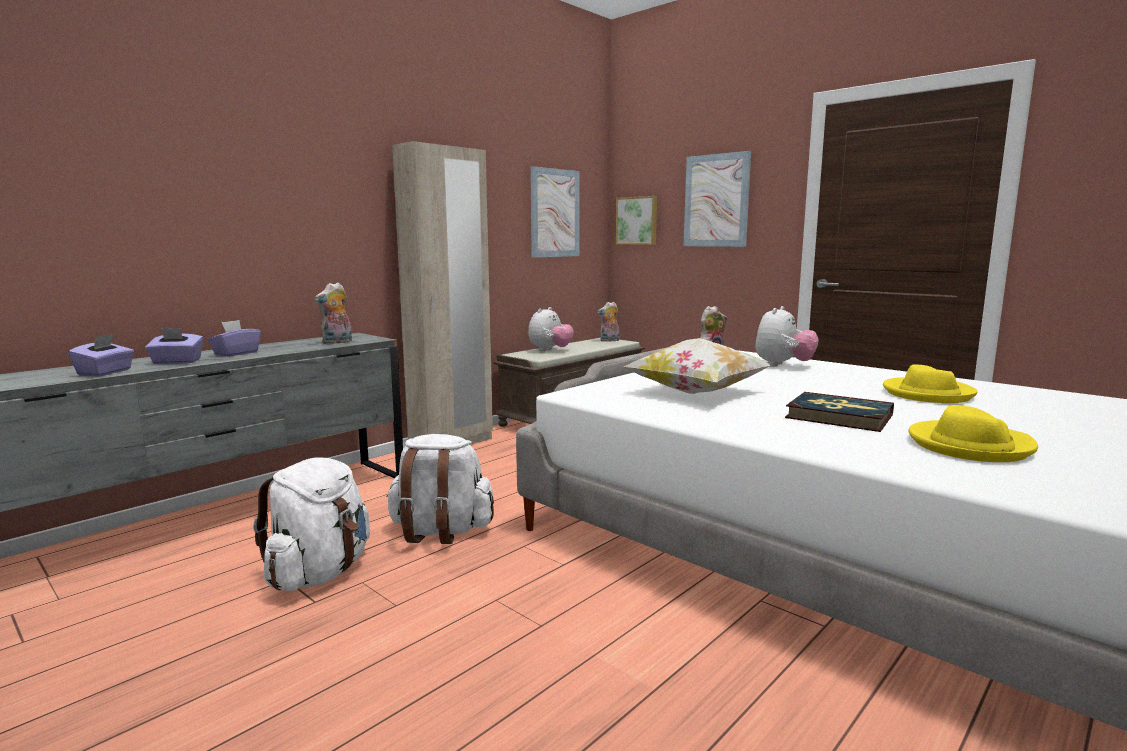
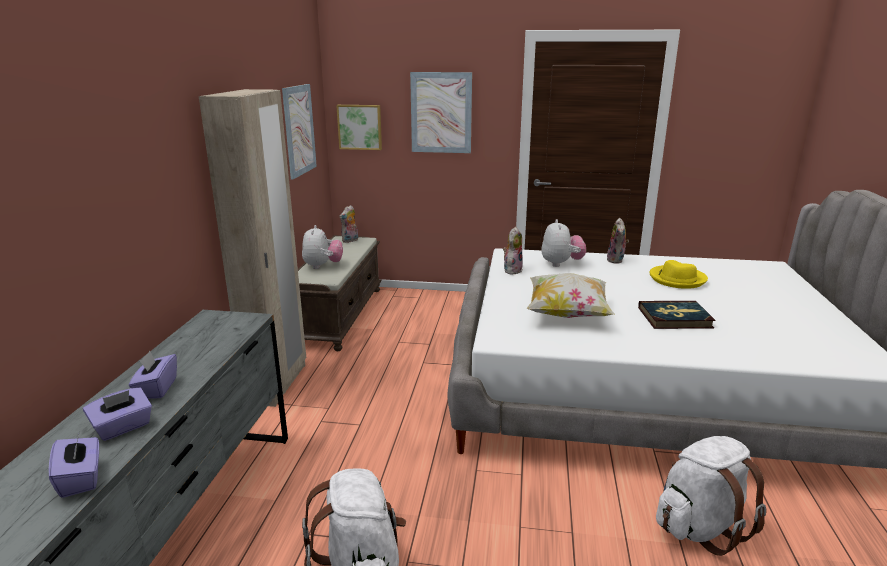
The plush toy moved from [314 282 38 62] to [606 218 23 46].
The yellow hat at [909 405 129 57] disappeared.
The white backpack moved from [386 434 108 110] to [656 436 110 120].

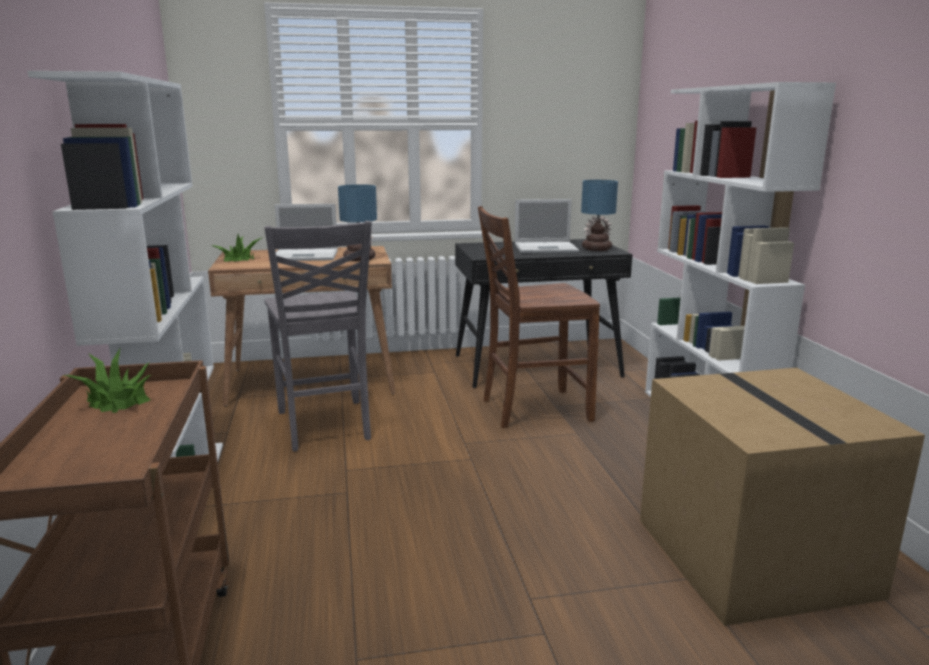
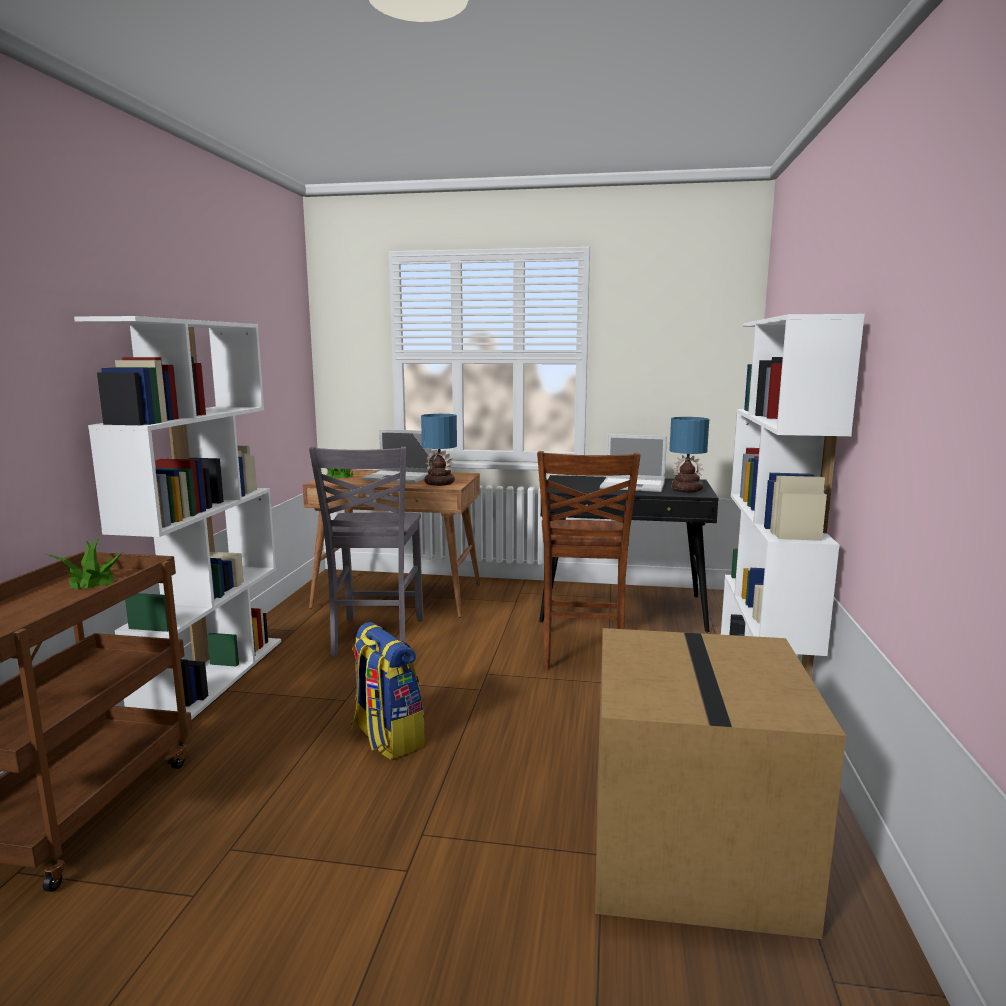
The brown chair at [478 206 122 222] turned 90 degrees counterclockwise.
The backpack at [351 622 74 137] appeared.

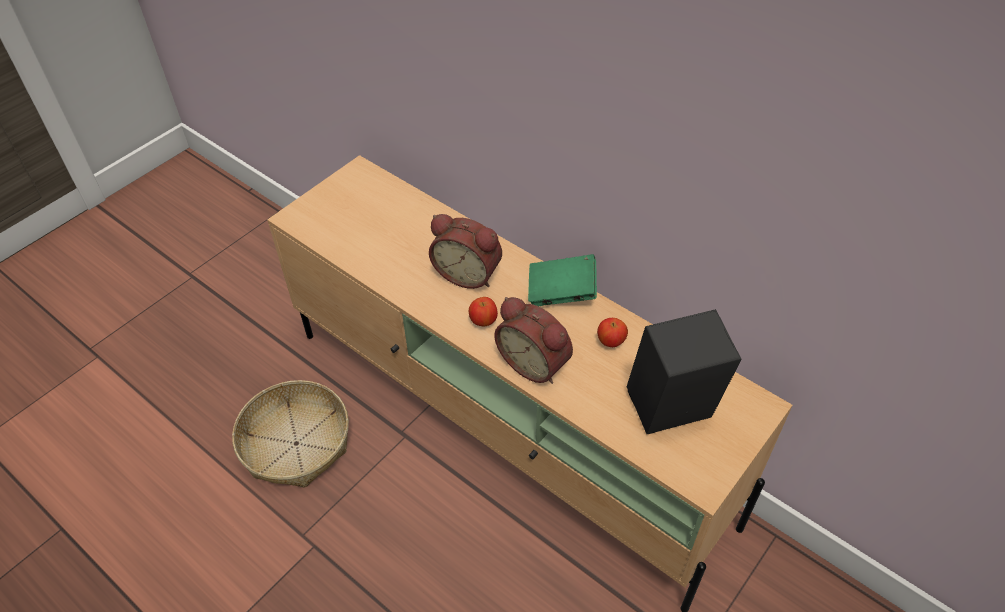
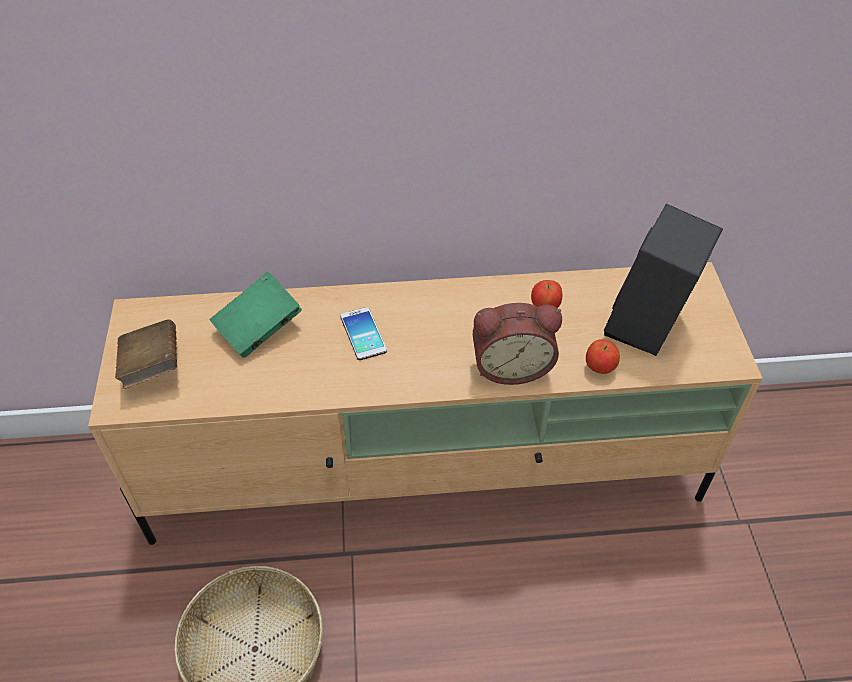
The alarm clock at [429 214 73 75] was replaced by the phone at [340 307 47 53].
The green book moved from [528 254 69 52] to [209 272 93 86].
The apple moved from [469 297 29 29] to [586 339 34 35].
The brown book at [115 319 62 70] appeared.

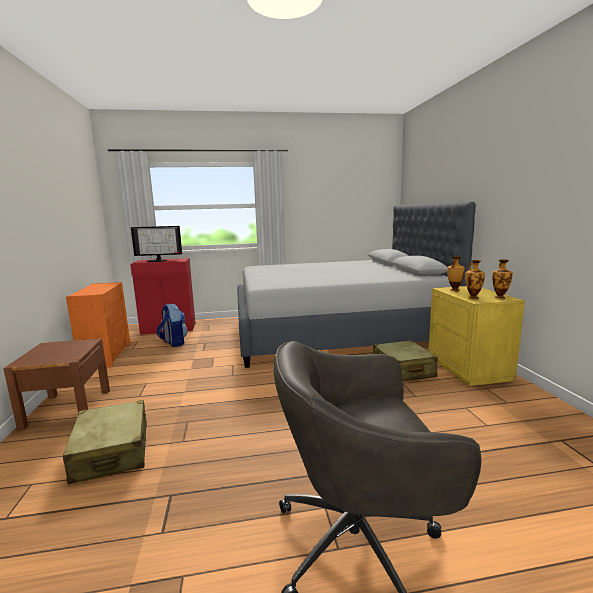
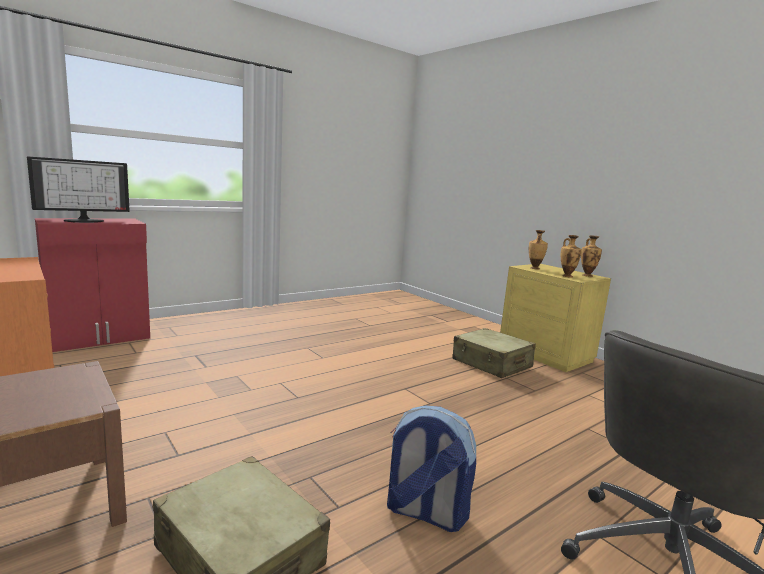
The grey bed at [237 202 239 166] disappeared.
The backpack moved from [156 303 32 44] to [387 406 89 126].

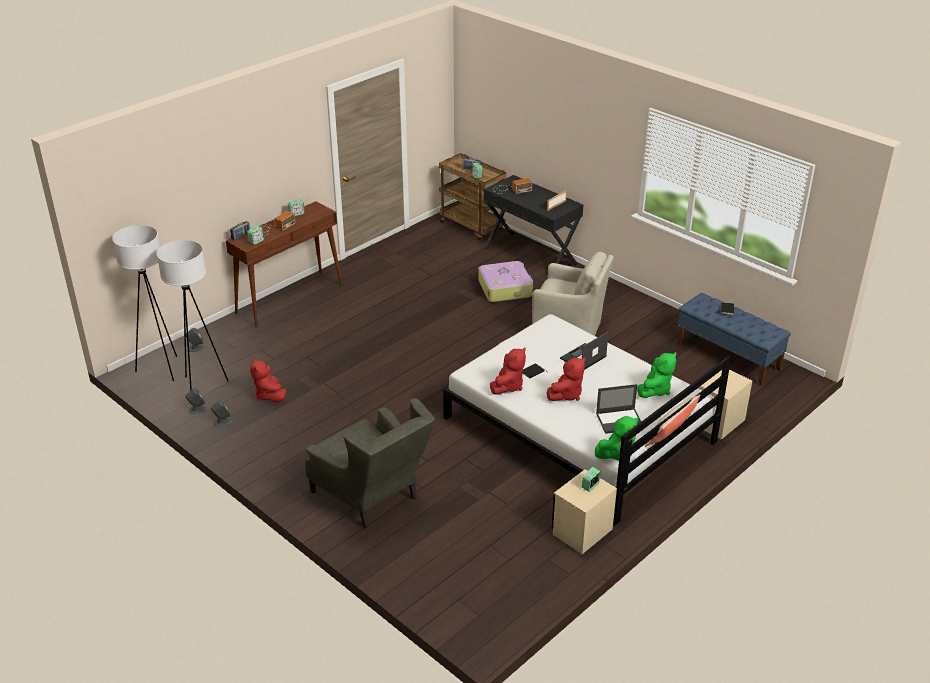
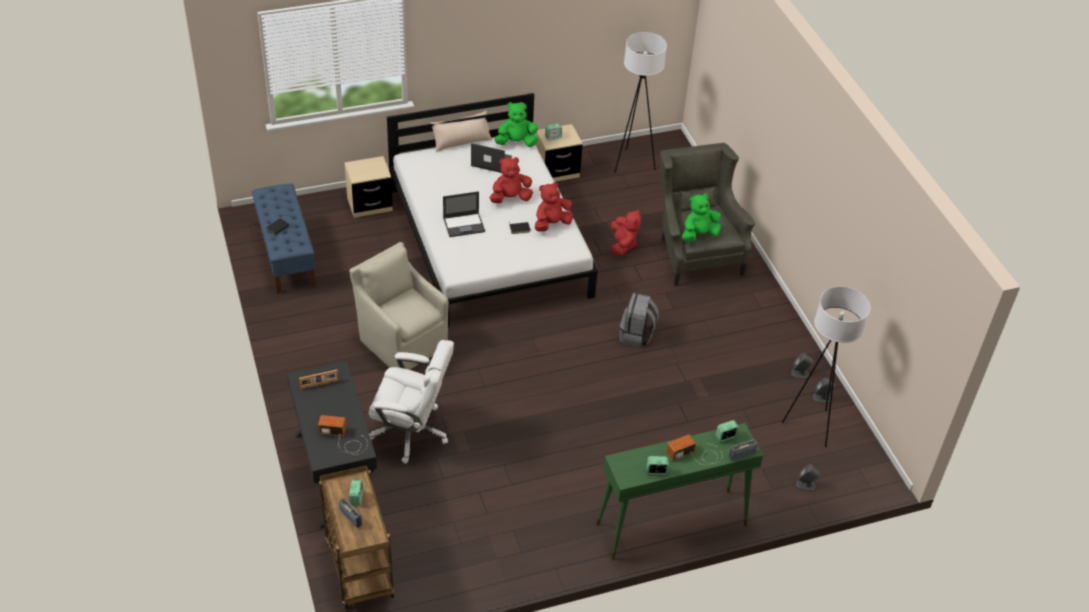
The brown console table at [226 201 116 127] became the green console table at [597 423 166 137].
The white floor lamp moved from [112 225 65 156] to [614 32 53 141].
The suitcase at [478 261 55 41] was replaced by the white office chair at [369 340 85 124].
The green plush toy moved from [637 352 39 46] to [682 193 39 49].
The red plush toy moved from [250 358 37 44] to [611 209 30 47].
The grey backpack at [620 293 39 54] appeared.

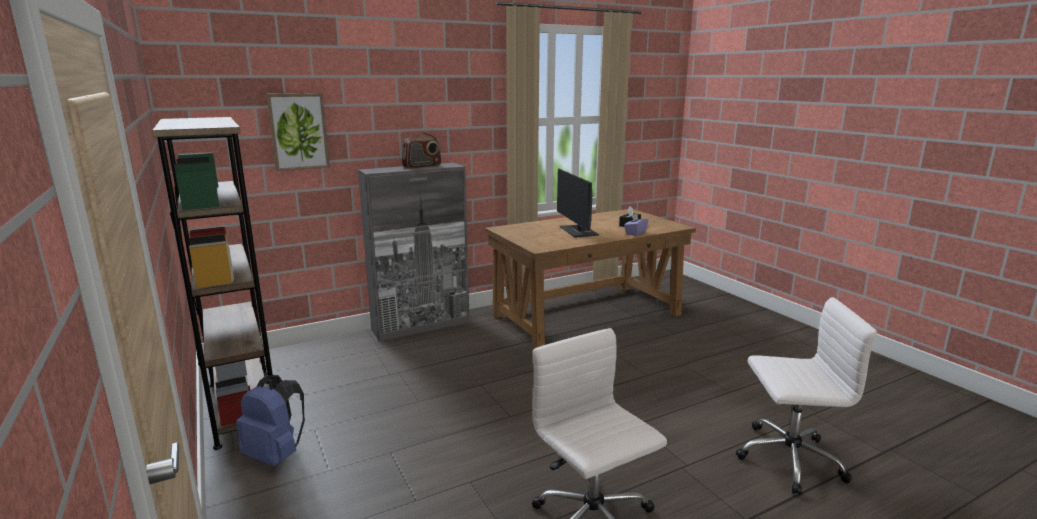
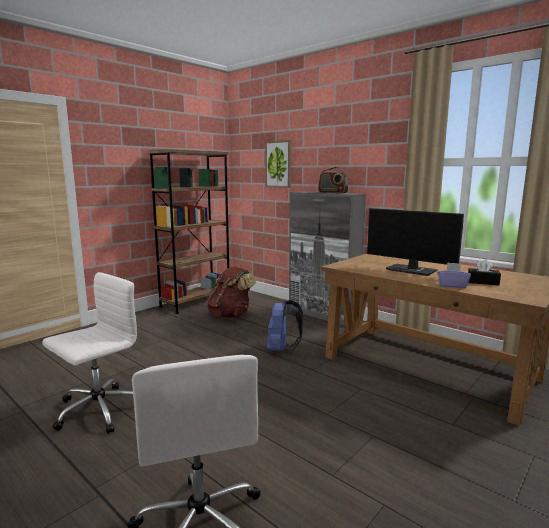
The monitor at [557 168 42 70] turned 105 degrees counterclockwise.
The blue backpack moved from [236 375 69 91] to [267 300 36 52].
The brown backpack at [206 267 50 51] appeared.

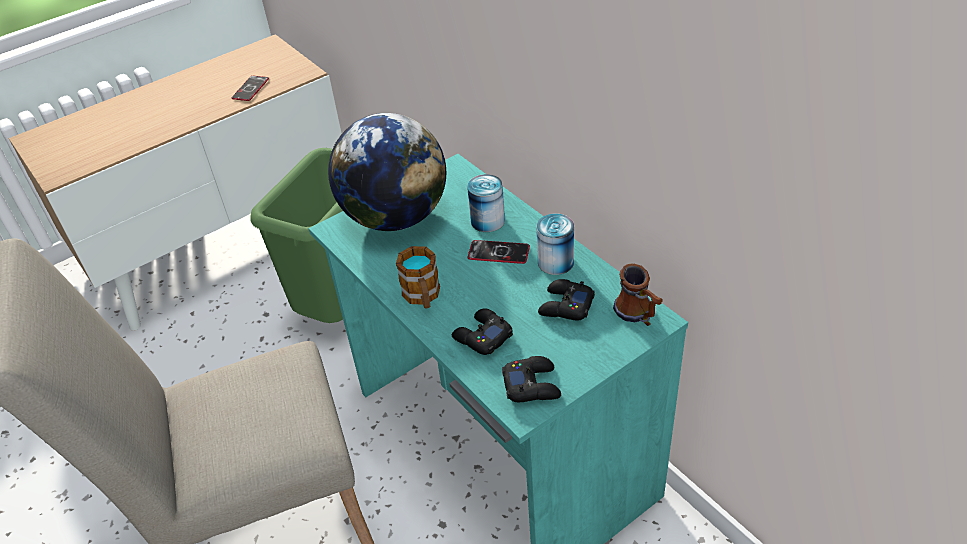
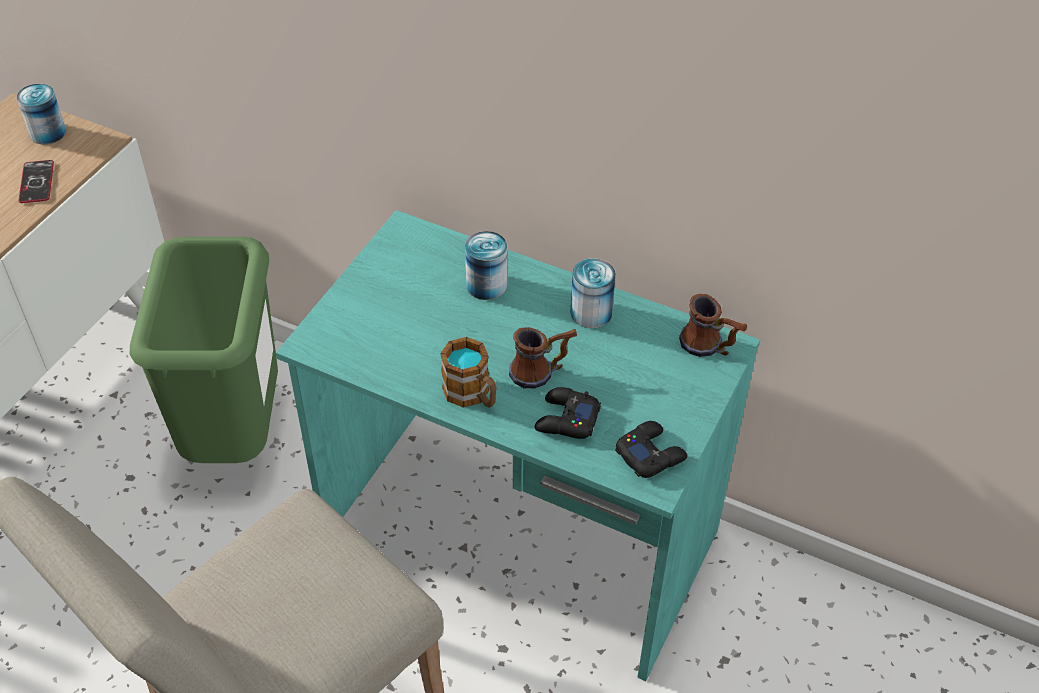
The globe at [328 113 118 118] disappeared.
The phone at [468 240 62 24] disappeared.
The black game controller at [538 279 57 41] disappeared.
The can at [16 84 50 60] appeared.
The mug at [509 327 68 61] appeared.

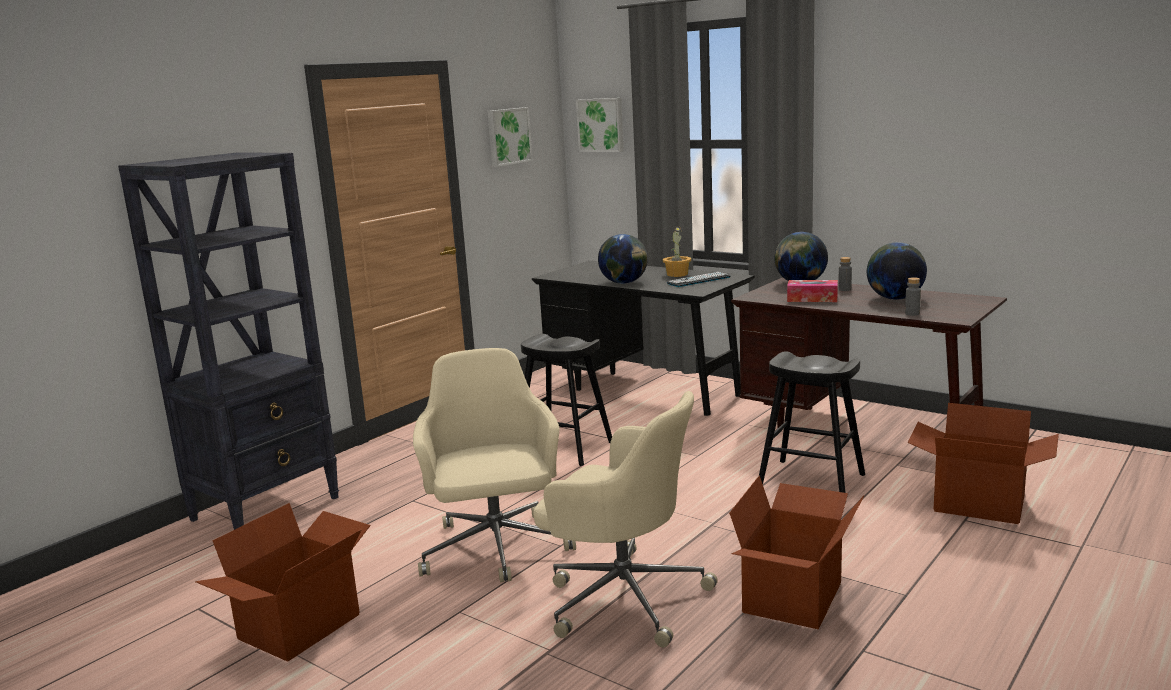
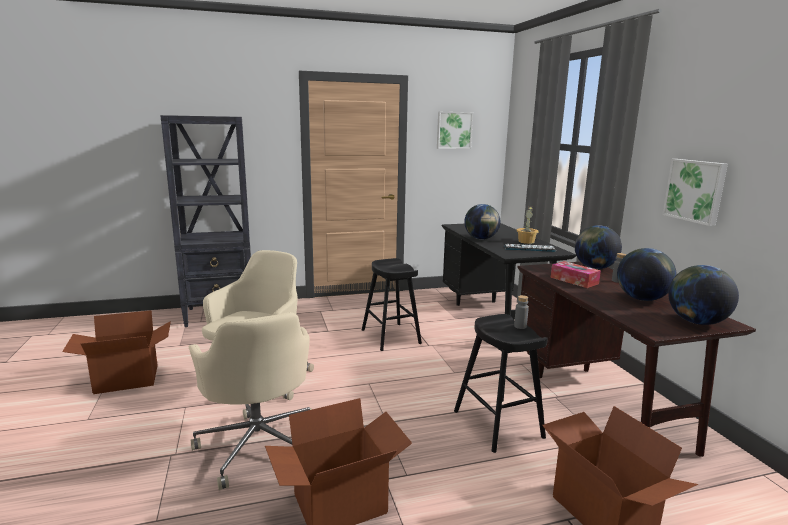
The picture moved from [576 98 48 54] to [662 159 66 67].
The grey bottle moved from [905 277 16 39] to [514 295 15 34].
The globe at [668 265 71 60] appeared.

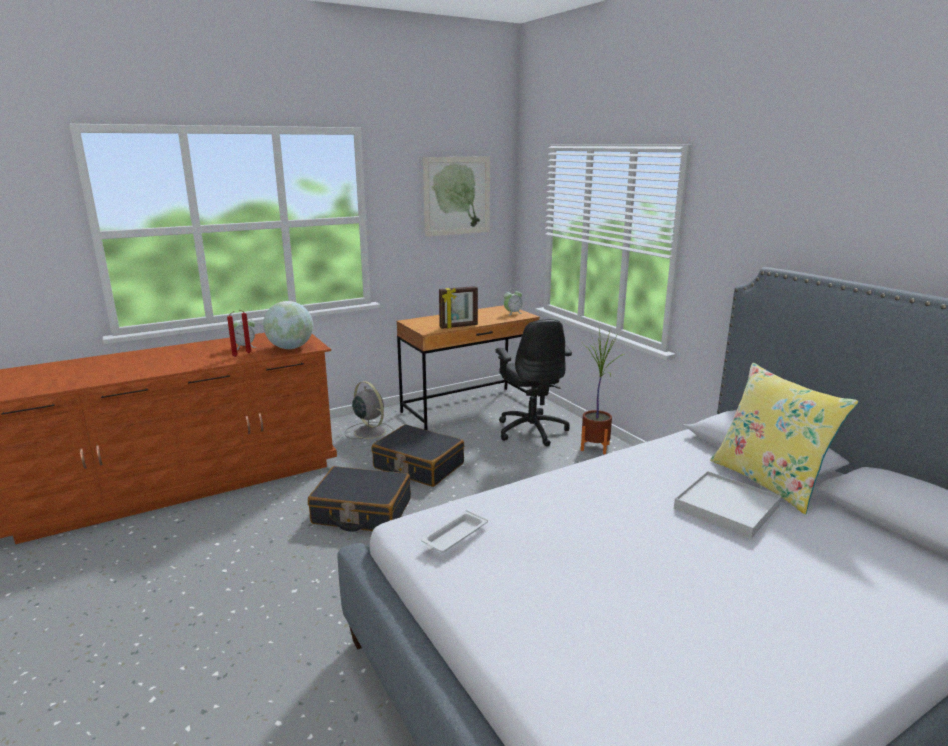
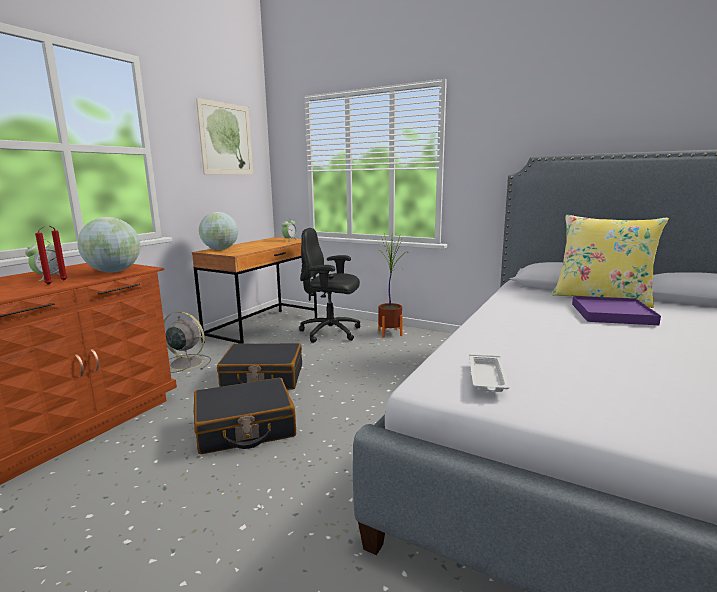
The picture frame at [439 286 39 43] disappeared.
The black office chair at [495 319 77 127] turned 150 degrees clockwise.
The white tray at [674 471 107 68] became the purple tray at [572 296 89 29].
The globe at [199 212 39 38] appeared.

